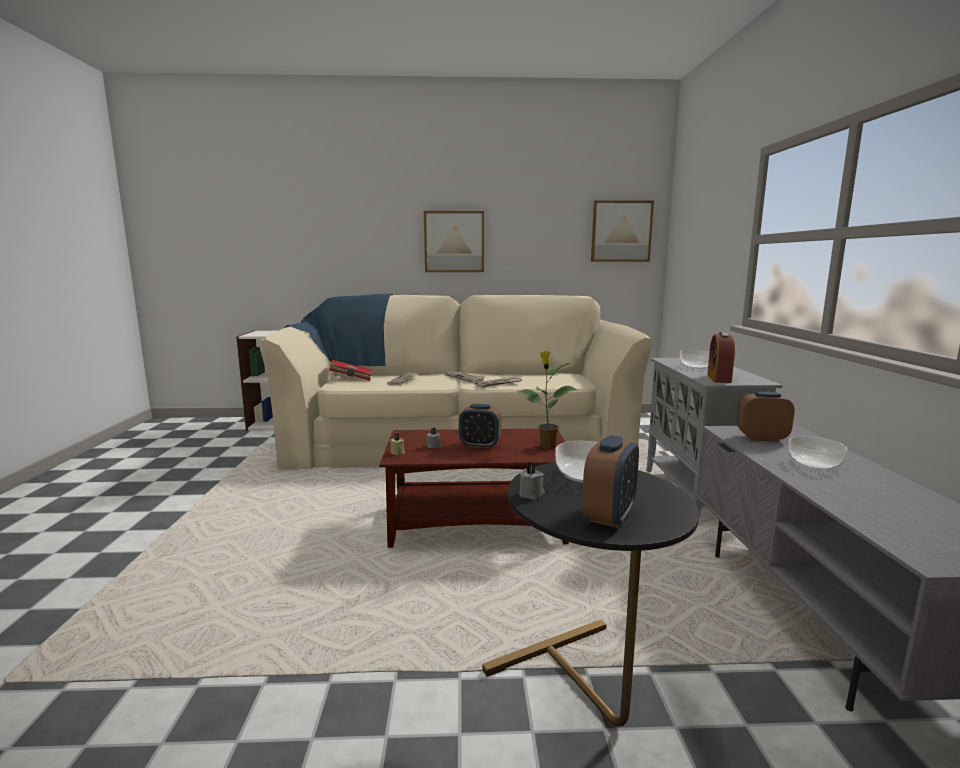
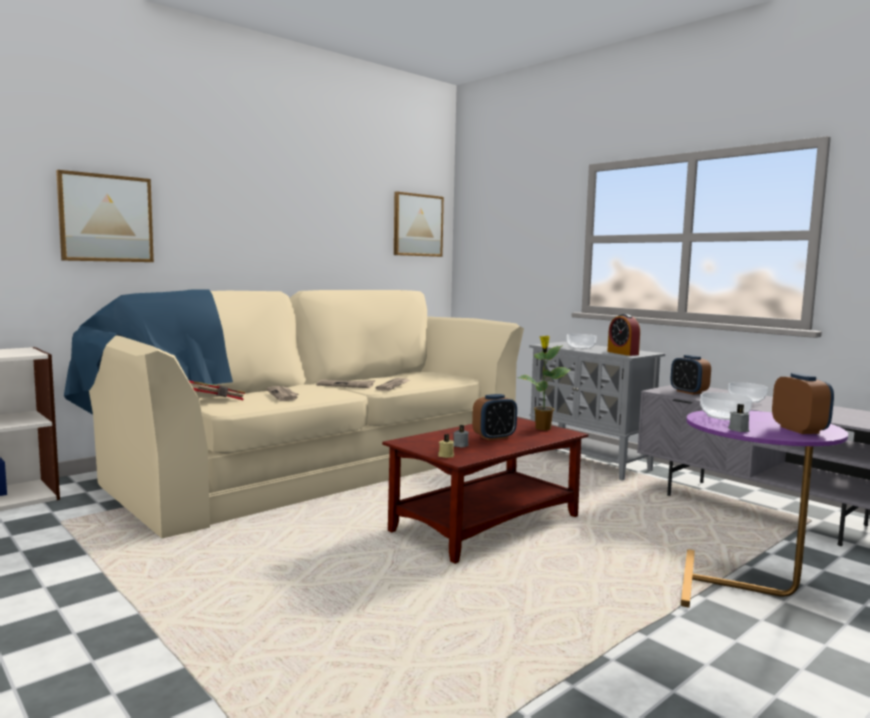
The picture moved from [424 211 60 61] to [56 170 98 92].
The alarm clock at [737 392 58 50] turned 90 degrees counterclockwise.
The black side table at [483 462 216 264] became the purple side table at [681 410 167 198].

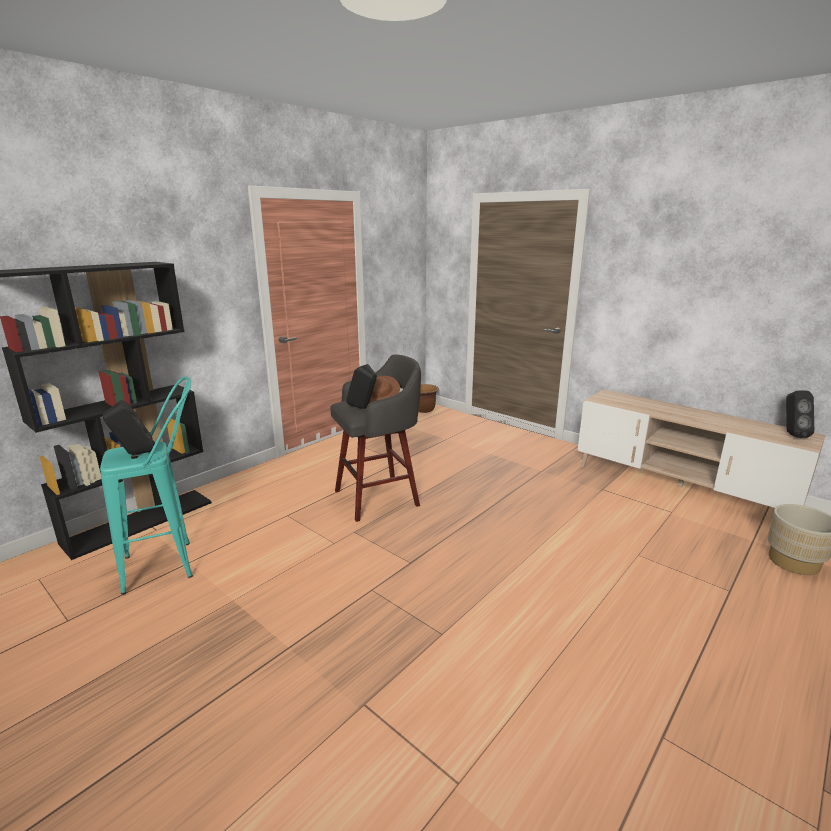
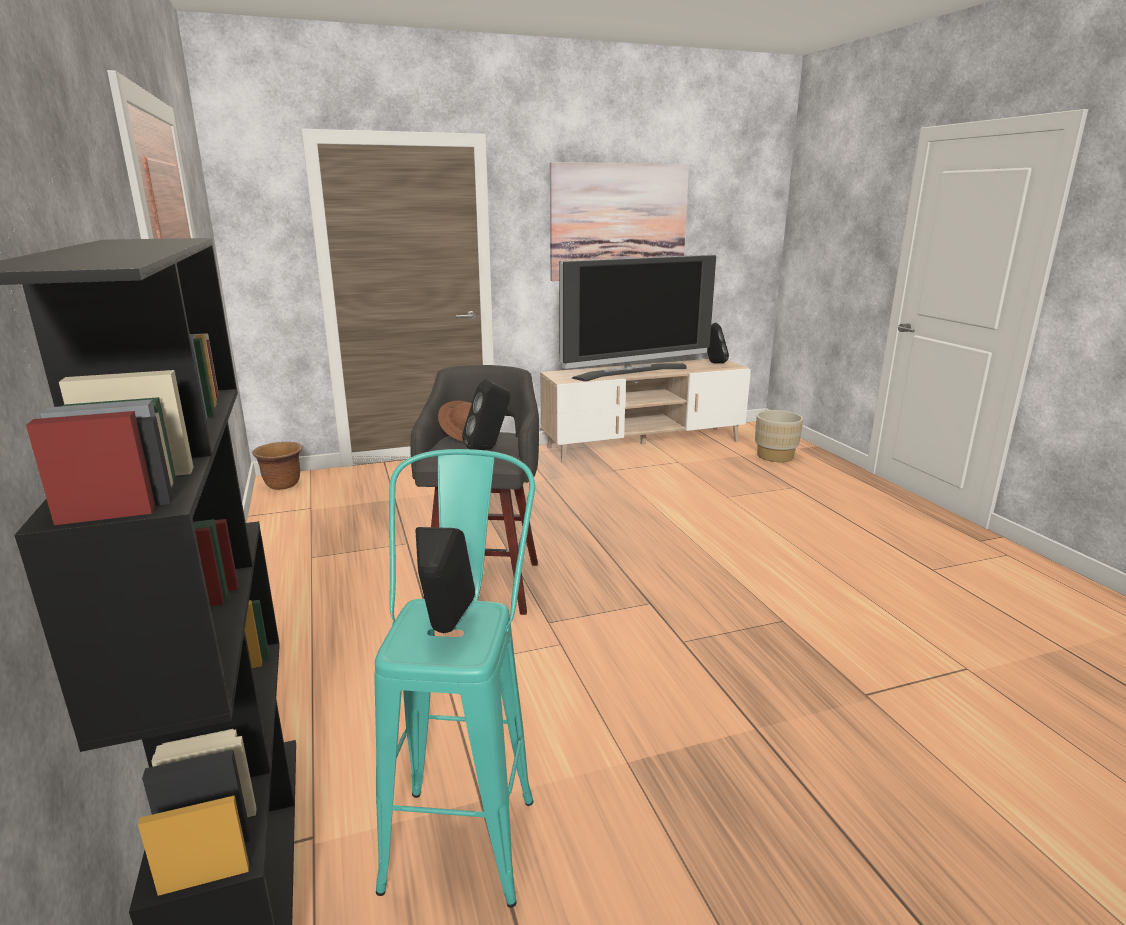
The picture at [550 162 139 119] appeared.
The television at [559 255 157 126] appeared.

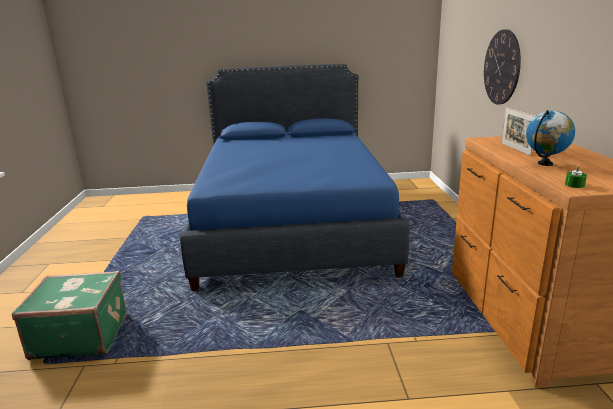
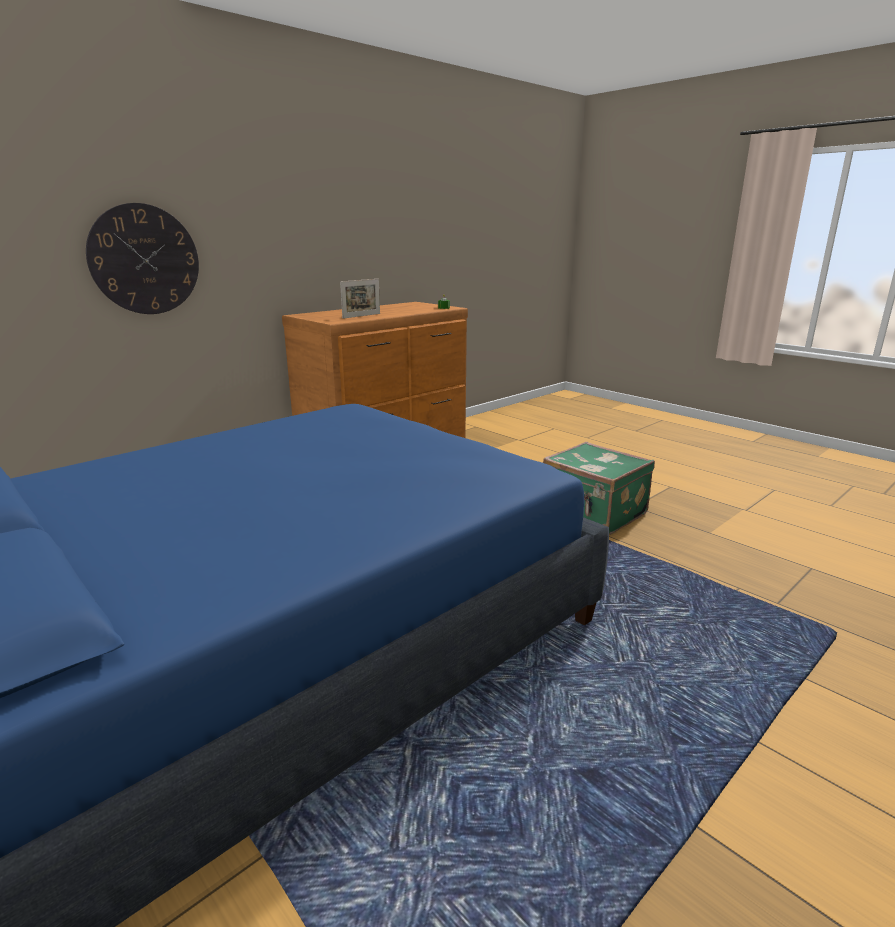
The globe at [526 110 49 56] disappeared.
The green suitcase moved from [12 271 114 89] to [543 442 112 93].

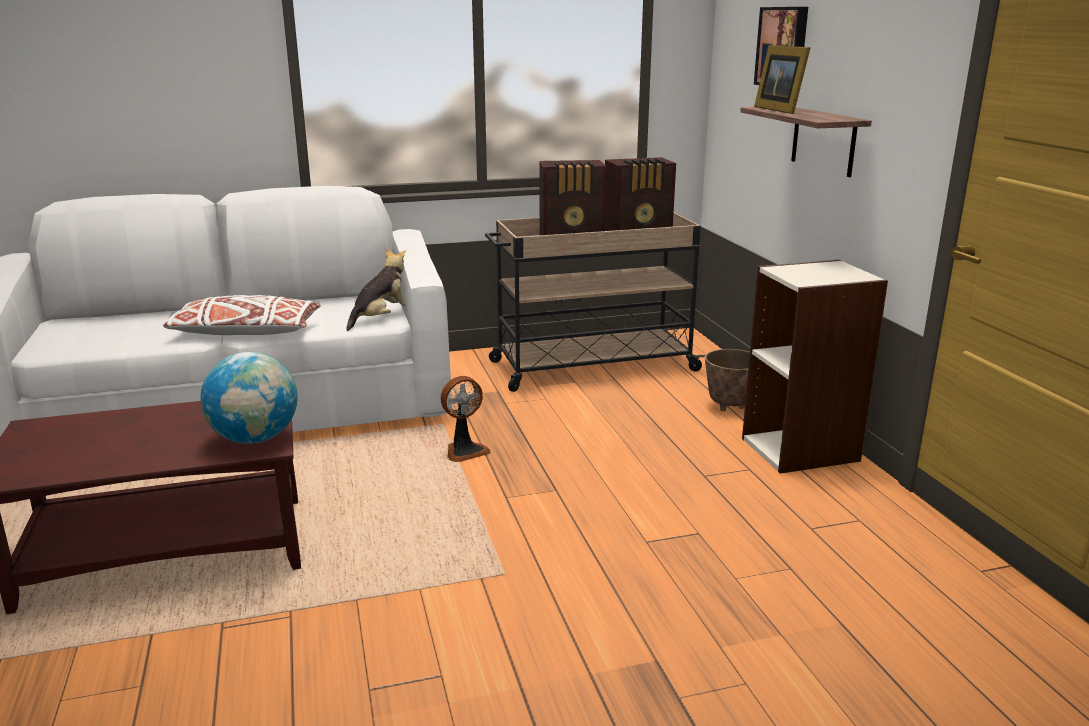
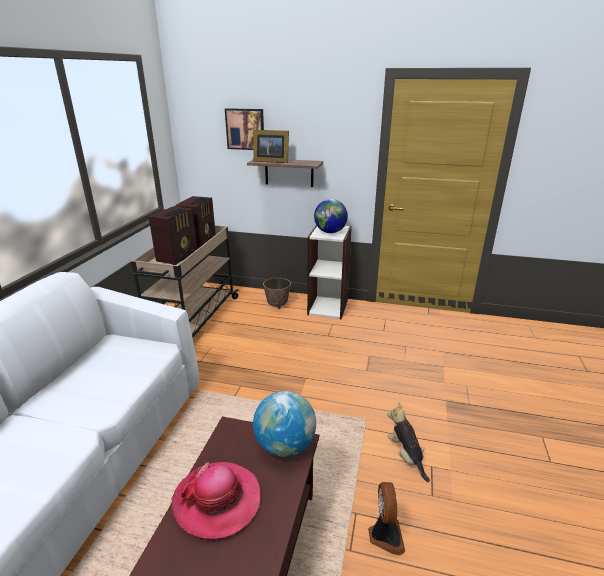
The plush toy moved from [346 248 60 83] to [387 402 43 80].
The white pillow at [163 295 158 40] disappeared.
The fan moved from [441 376 50 86] to [368 482 37 73].
The globe at [314 199 34 34] appeared.
The hat at [171 462 90 78] appeared.

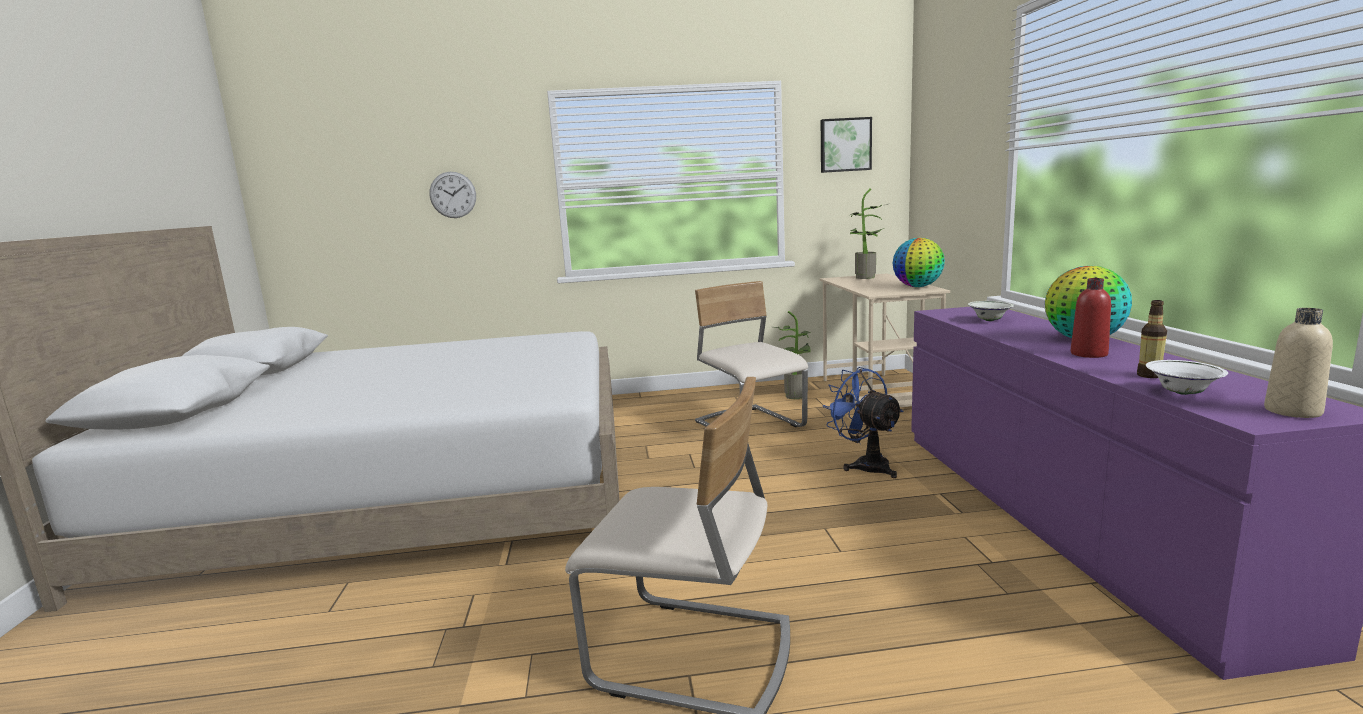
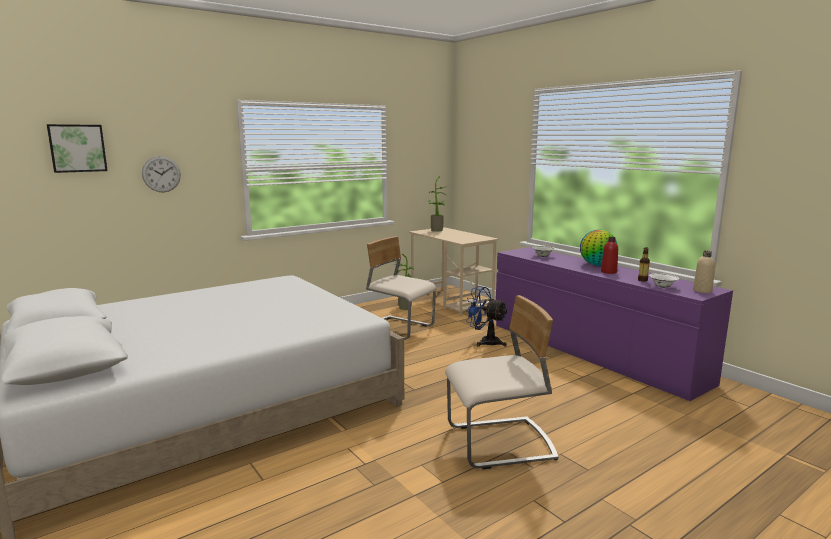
The picture moved from [821 117 51 56] to [47 124 61 49].
The globe at [893 238 52 49] disappeared.

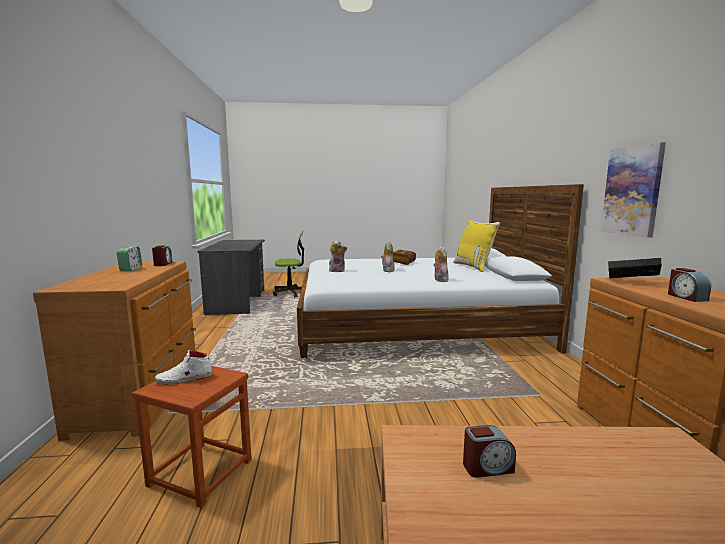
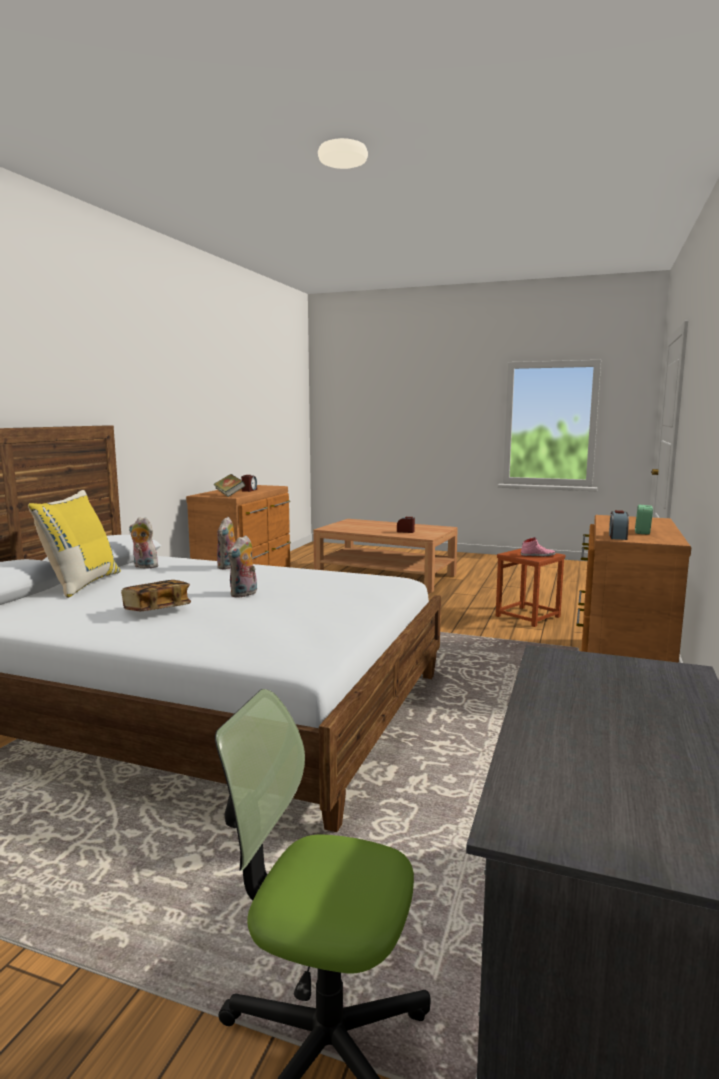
The picture at [601 142 65 96] disappeared.
The plush toy moved from [329 241 18 31] to [129 517 29 52].
The white shoe at [155 350 57 35] became the pink shoe at [521 537 35 20].

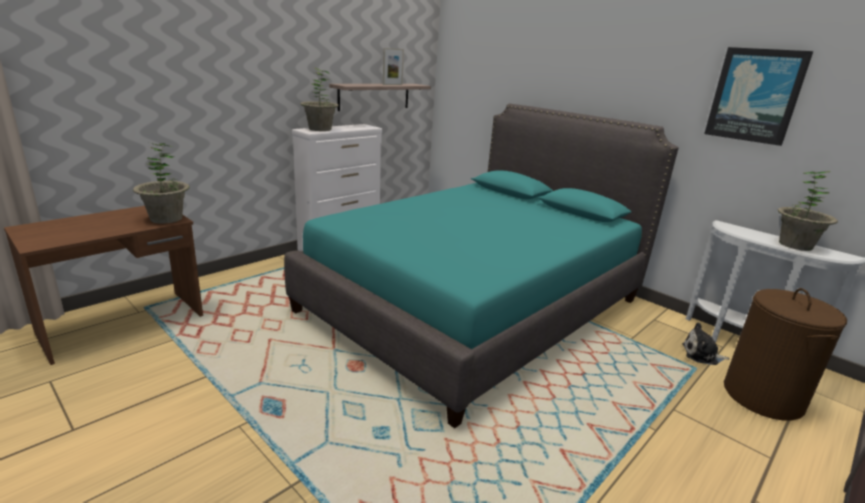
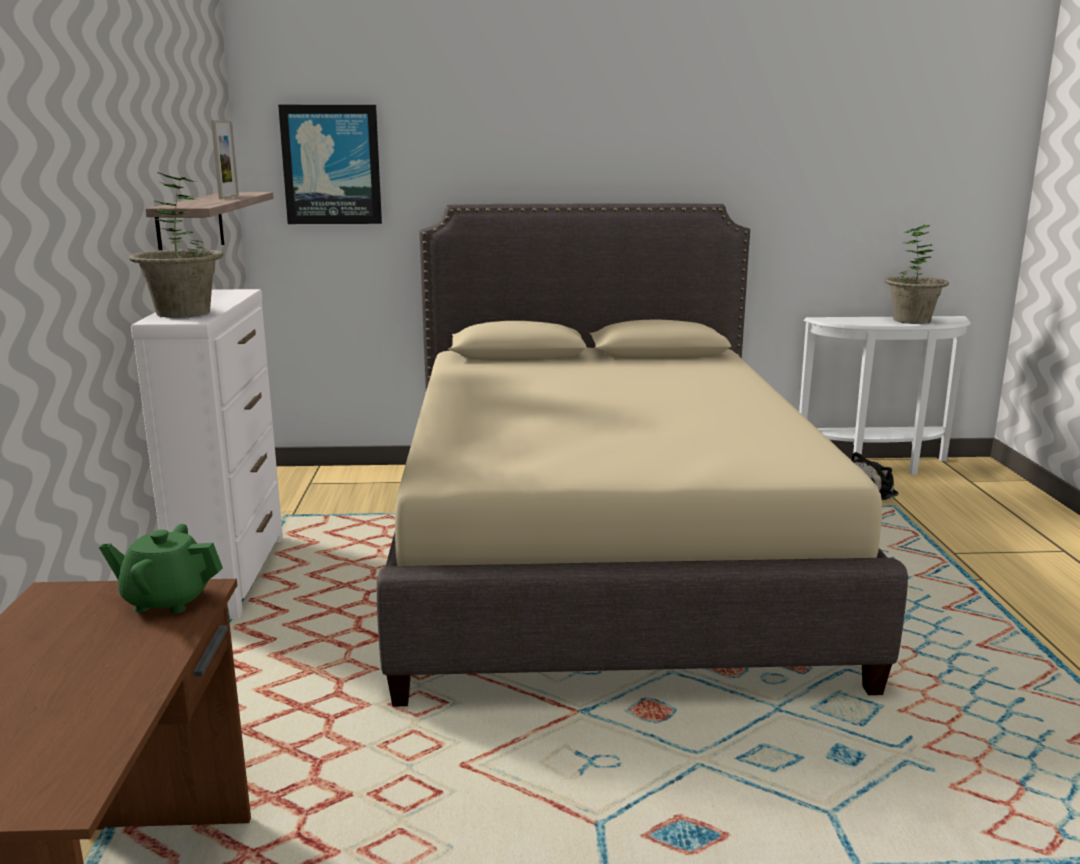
The picture moved from [704 47 109 99] to [278 105 104 119].
The turquoise bed at [284 104 395 324] became the beige bed at [377 203 531 504].
The potted plant at [133 142 57 82] was replaced by the green teapot at [99 524 124 89].
The brown laundry basket at [724 288 123 133] disappeared.

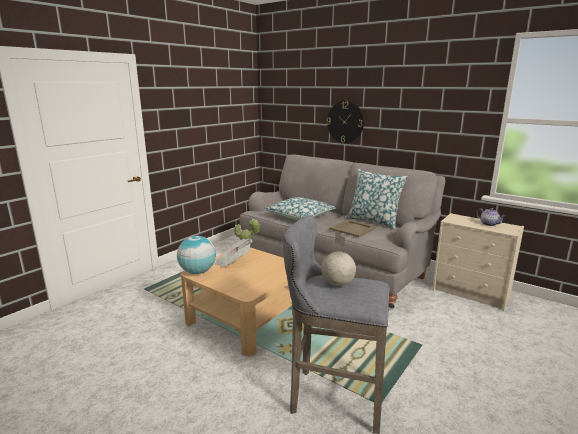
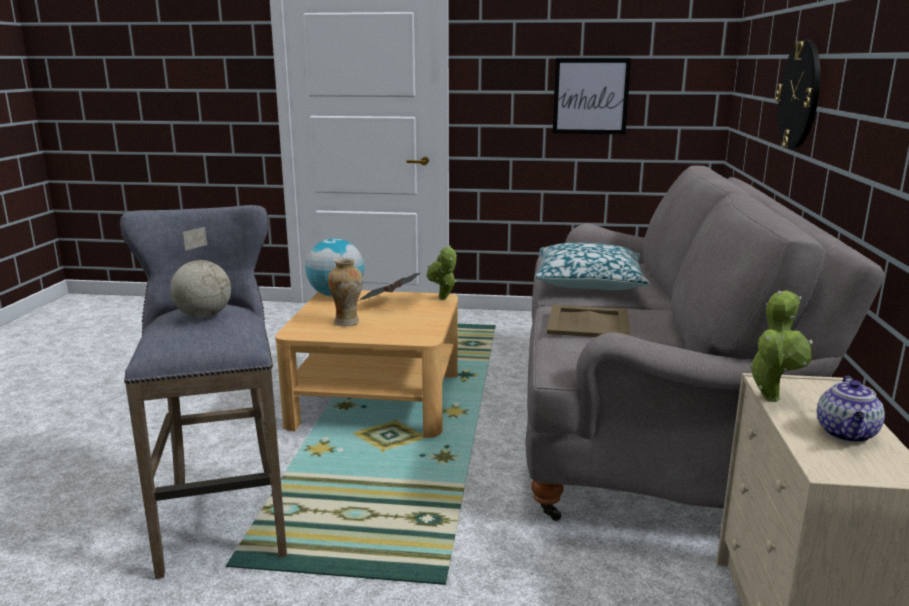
The pillow at [346 169 62 60] disappeared.
The picture at [553 58 78 76] appeared.
The vase at [328 258 35 68] appeared.
The potted plant at [748 290 65 112] appeared.

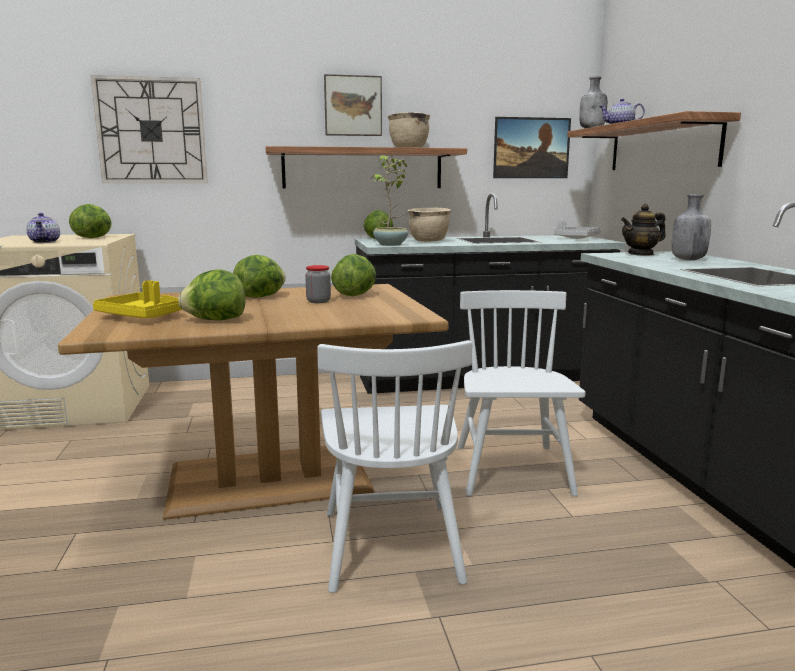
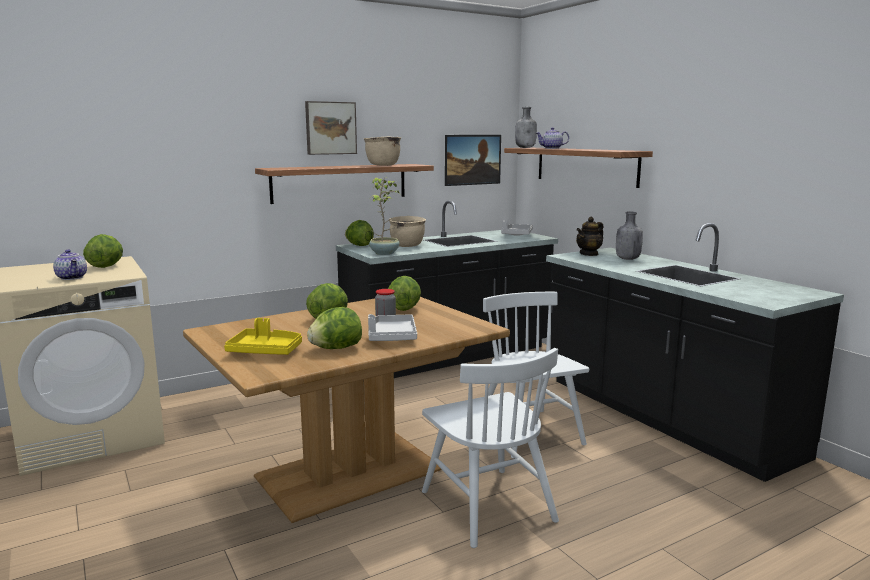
The wall clock at [90 75 118 108] disappeared.
The grey tray at [368 314 49 27] appeared.

